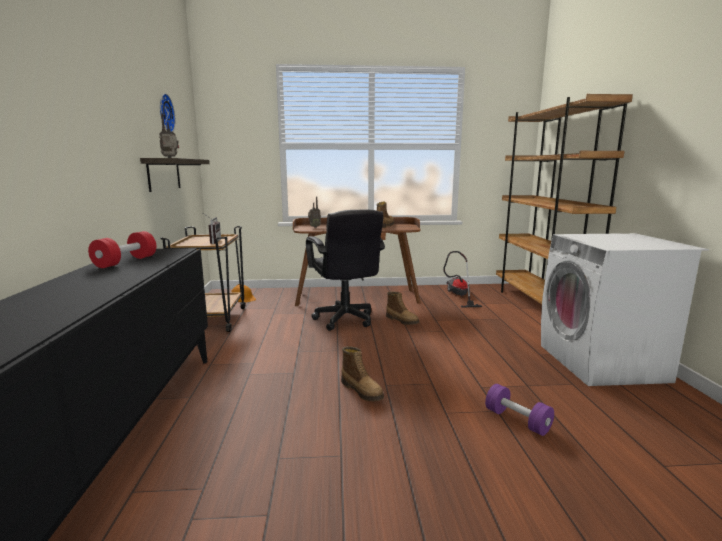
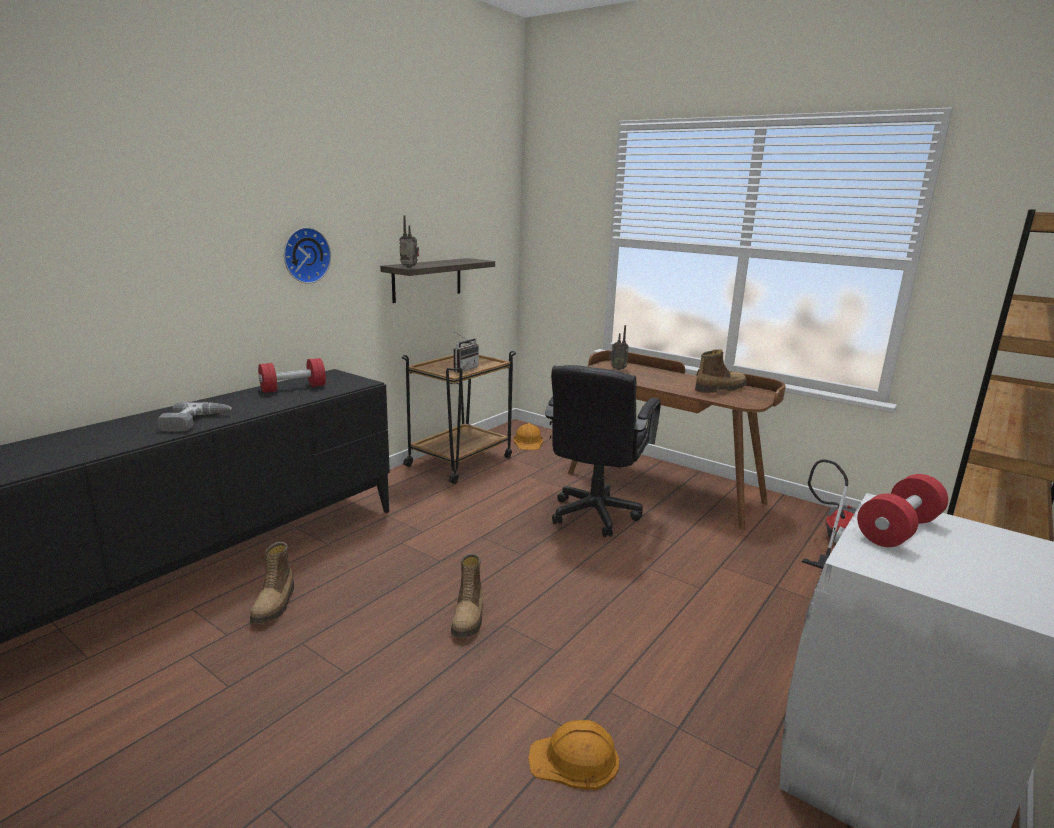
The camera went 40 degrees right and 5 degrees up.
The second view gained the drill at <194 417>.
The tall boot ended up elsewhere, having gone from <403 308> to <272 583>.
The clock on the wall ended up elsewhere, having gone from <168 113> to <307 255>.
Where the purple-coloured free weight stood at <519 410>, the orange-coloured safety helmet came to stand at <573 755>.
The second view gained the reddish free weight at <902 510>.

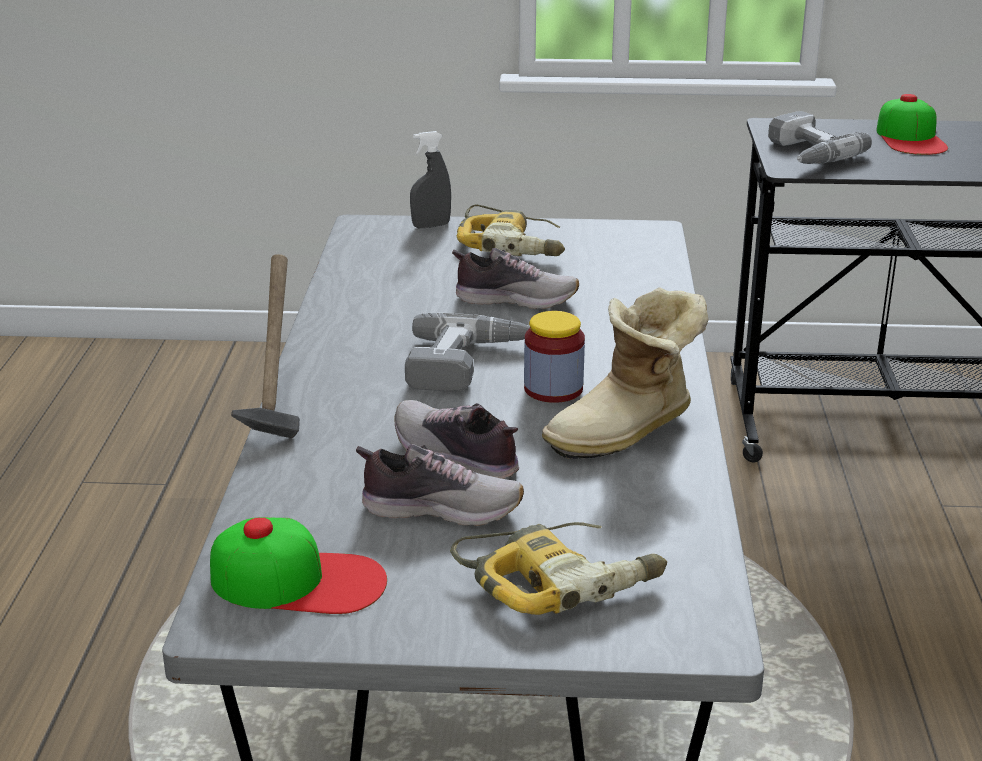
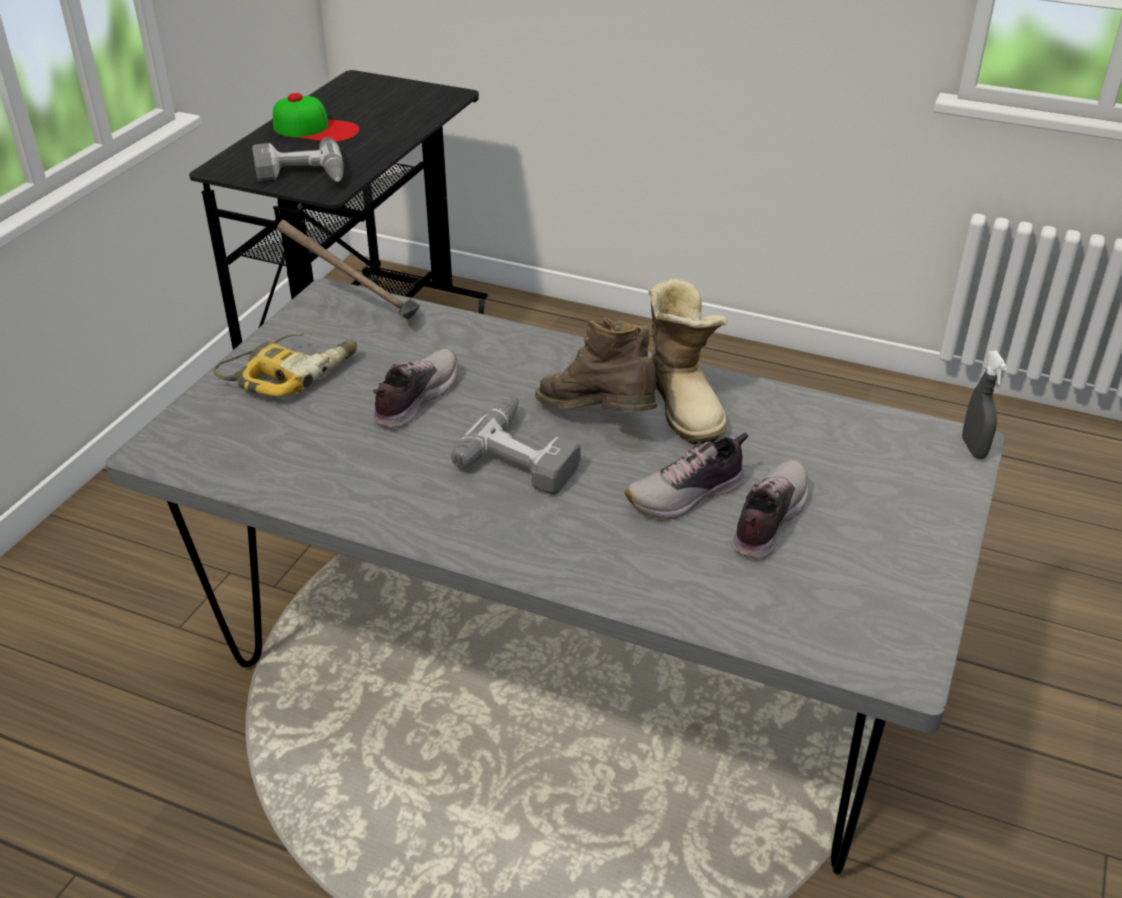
The camera went 70 degrees left and 10 degrees up.
The hand hammer ended up elsewhere, having gone from <265 346> to <348 270>.
Where the storage jar stood at <554 357>, the brown tall boot came to stand at <596 364>.
The greyish sprayer ended up elsewhere, having gone from <430 179> to <984 404>.
The second view lost the cap at <298 565>.
The second view lost the drill at <558 568>.

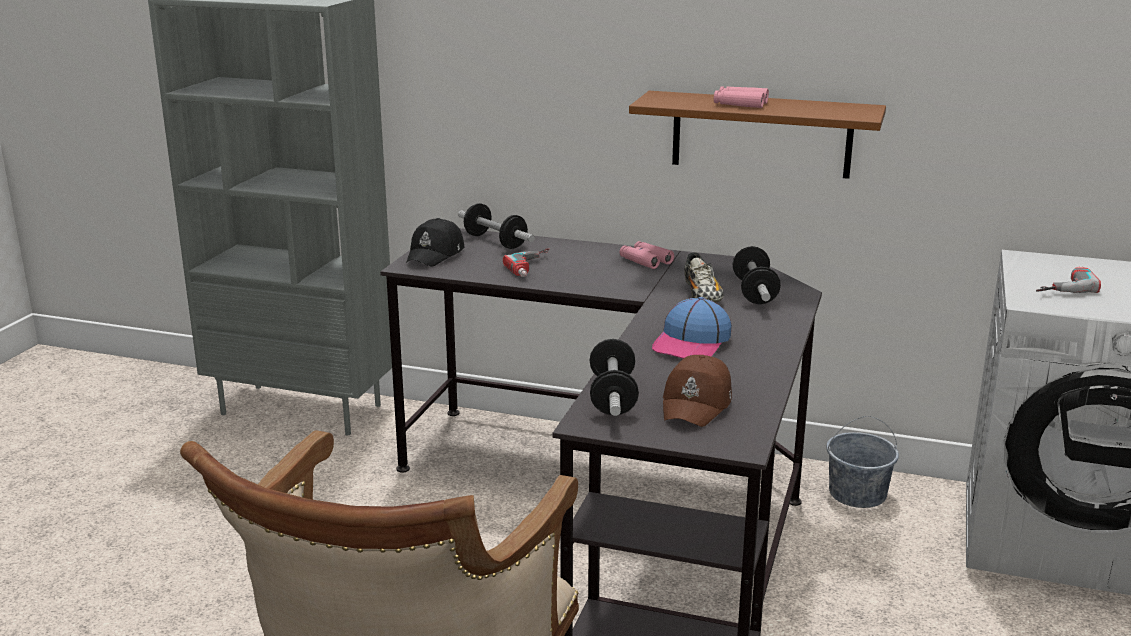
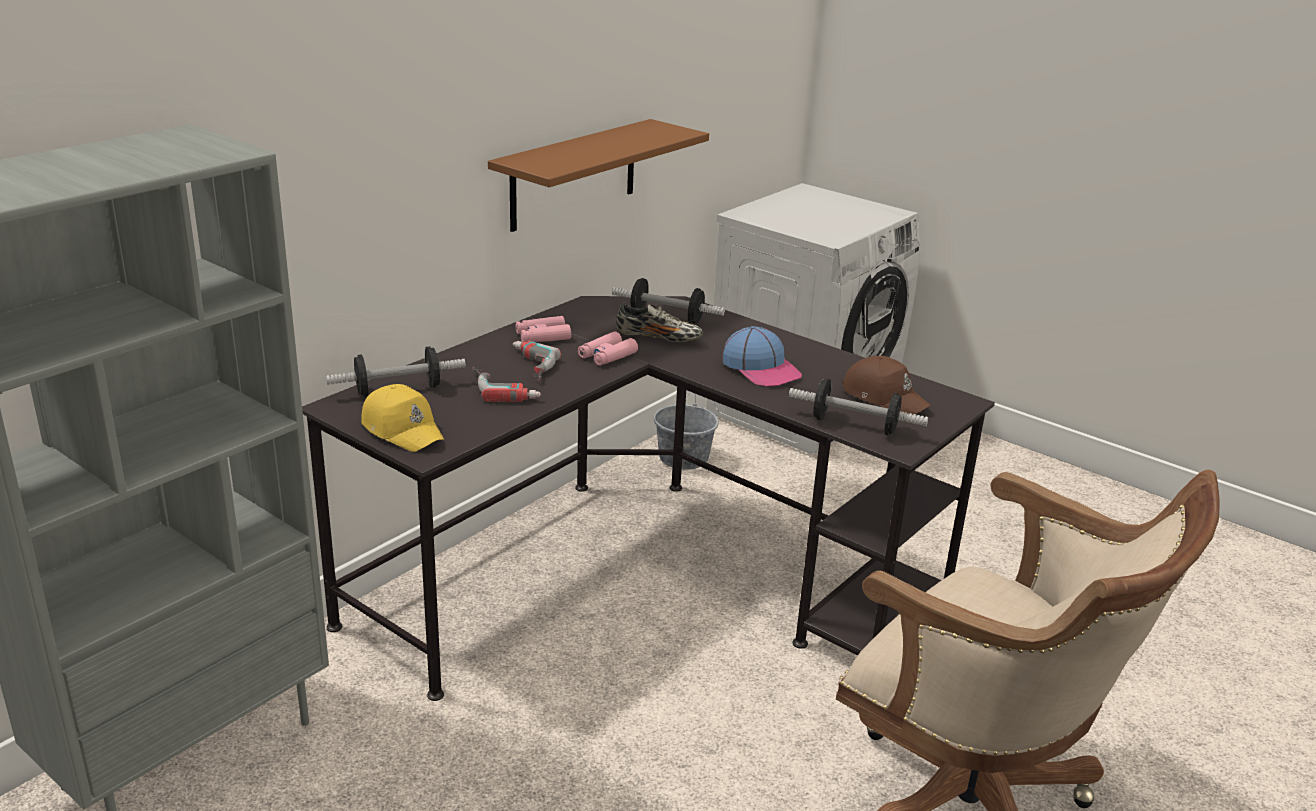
The camera went 70 degrees left and 5 degrees up.
What was the blackish cap at <435 242> turned into the yellow-coloured cap at <403 418>.
The drill ended up elsewhere, having gone from <1068 279> to <537 361>.
The pinkish binoculars ended up elsewhere, having gone from <741 97> to <608 348>.

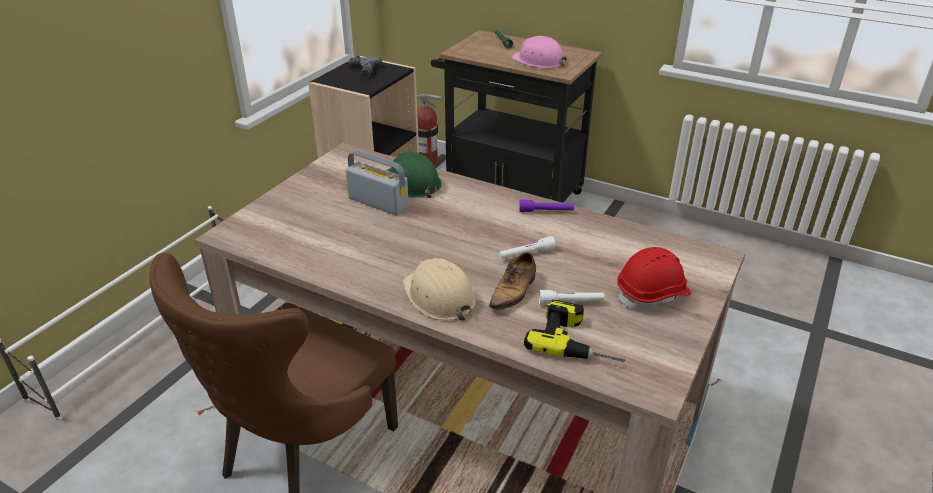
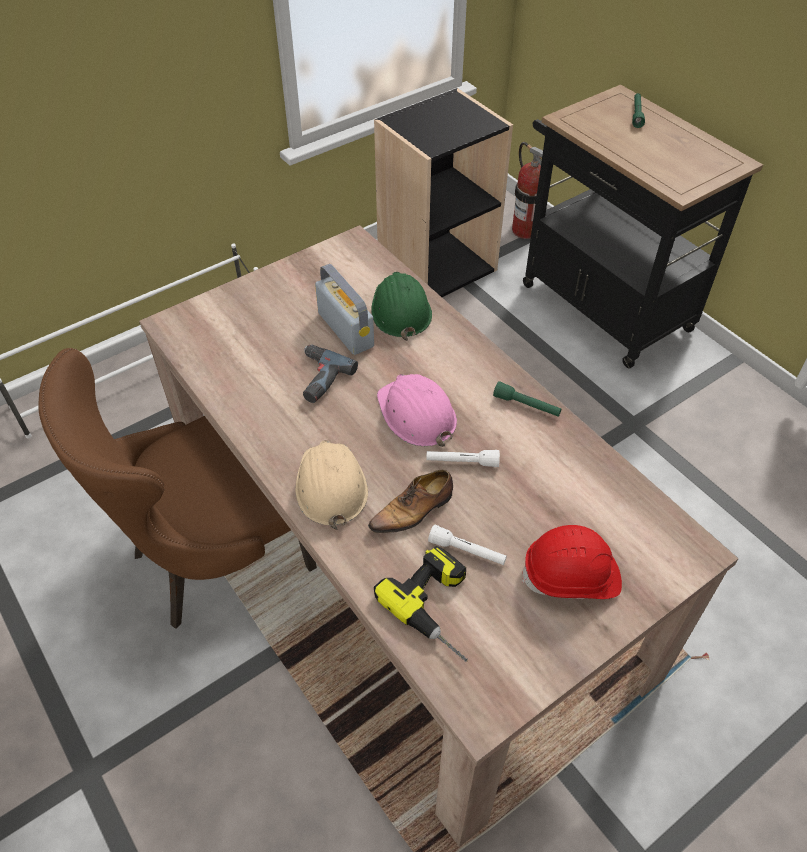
The camera went 25 degrees right and 15 degrees up.
The drill ended up elsewhere, having gone from <365 67> to <330 373>.
The pinkish safety helmet ended up elsewhere, having gone from <539 52> to <417 410>.
What was the purple-coloured torch at <546 205> turned into the green torch at <527 399>.

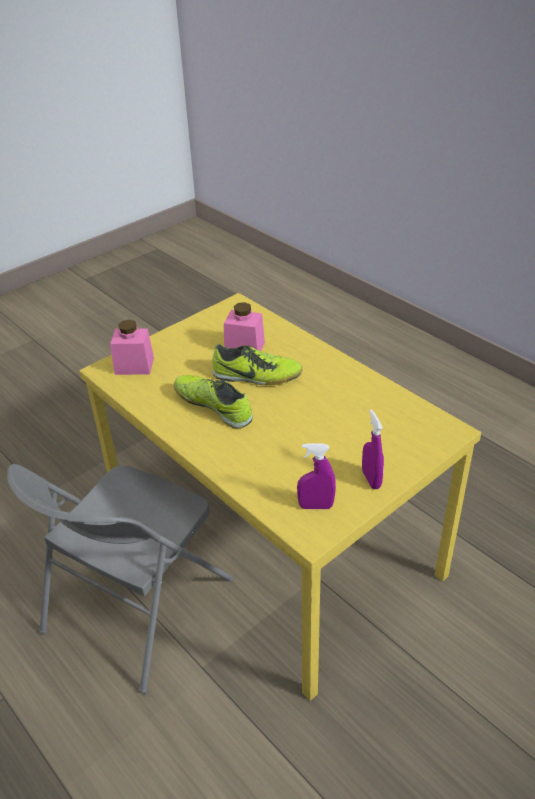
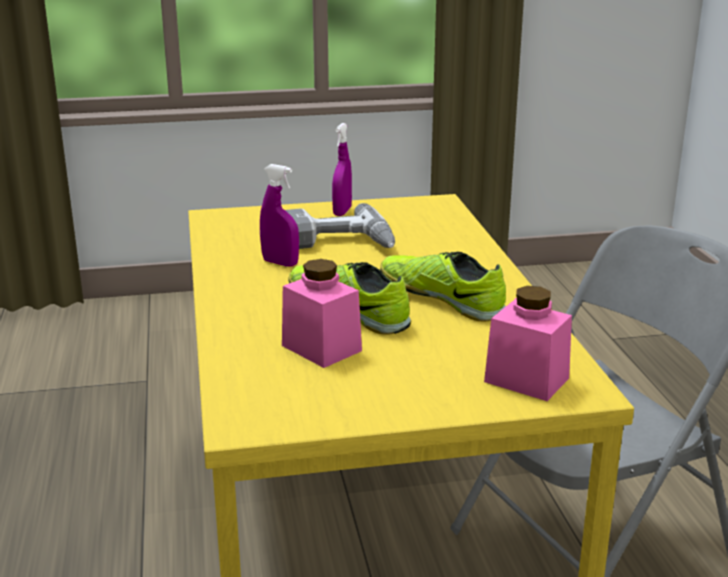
The camera went 150 degrees left and 15 degrees down.
The purple-coloured sprayer ended up elsewhere, having gone from <316 476> to <279 215>.
The second view gained the drill at <340 226>.
The item of footwear at <213 401> ended up facing another way, 150 degrees clockwise from before.

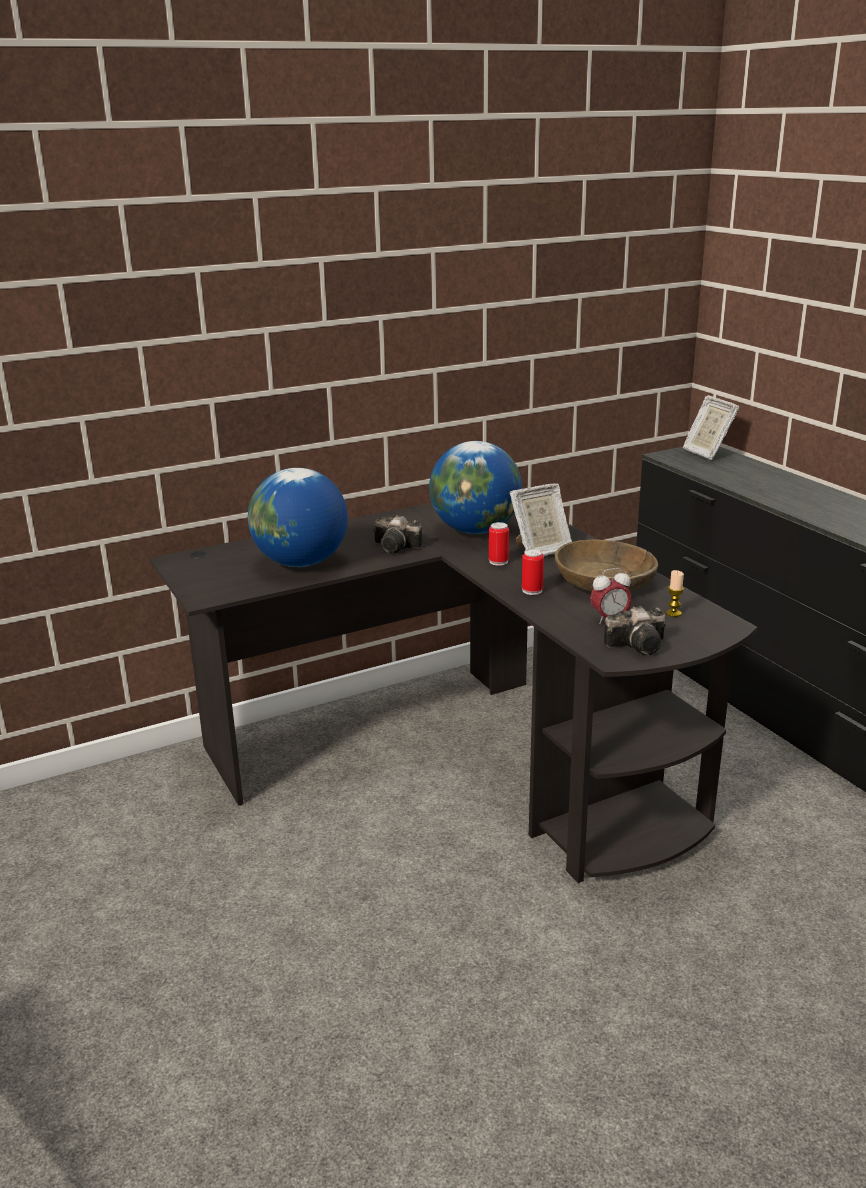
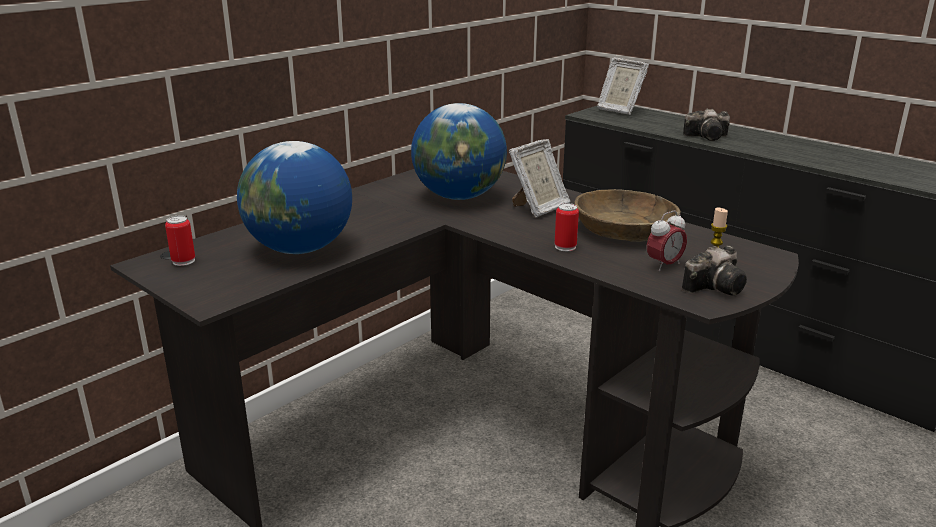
The camera went 20 degrees left and 0 degrees up.
The sealed can ended up elsewhere, having gone from <499 544> to <180 241>.
The photo camera ended up elsewhere, having gone from <397 534> to <706 124>.

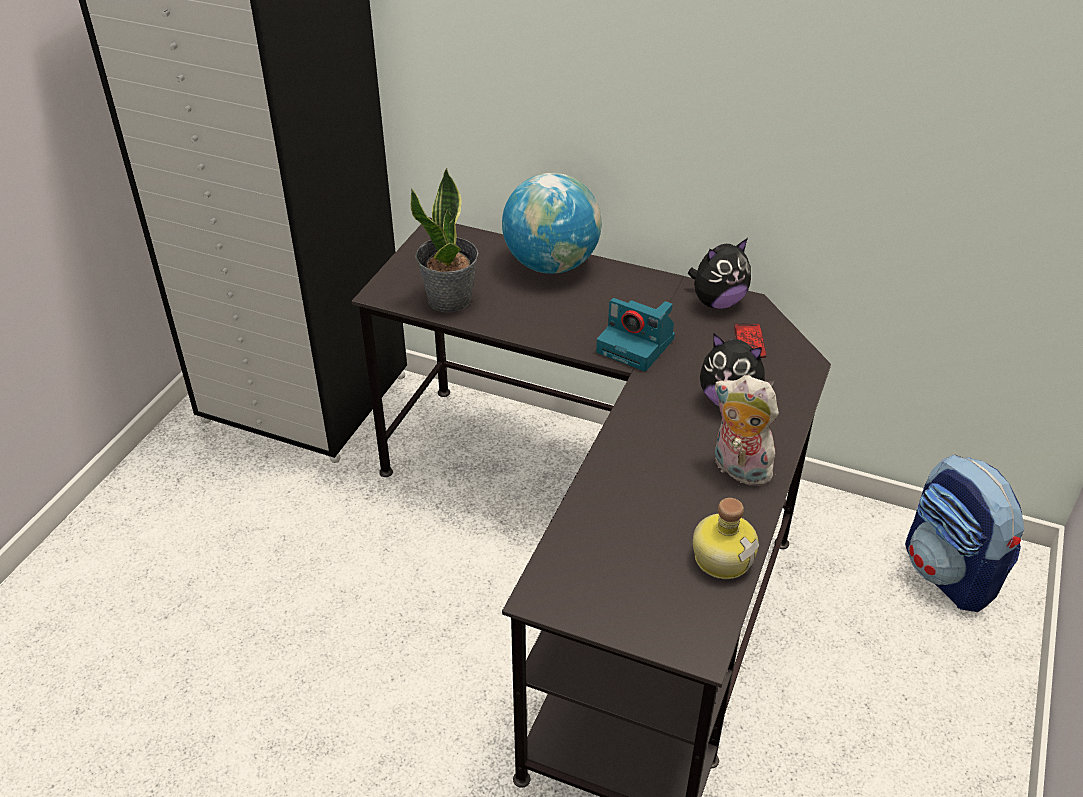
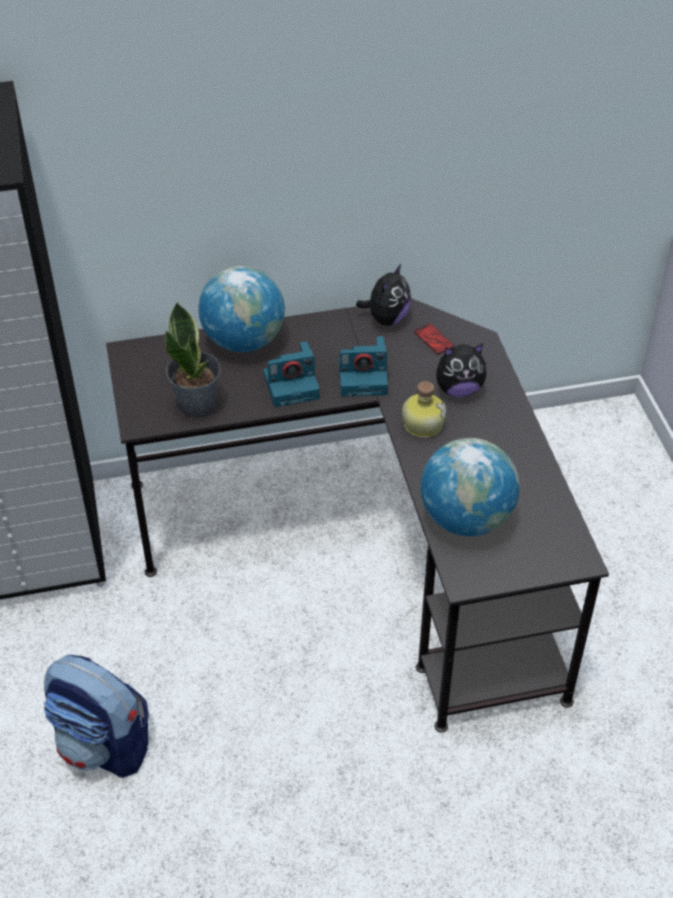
The camera went 35 degrees left and 5 degrees up.
The backpack ended up elsewhere, having gone from <964 533> to <96 716>.
The second view gained the photo camera at <291 374>.
The bottle ended up elsewhere, having gone from <726 538> to <424 409>.
The second view gained the globe at <470 487>.
The second view lost the soft toy at <746 430>.

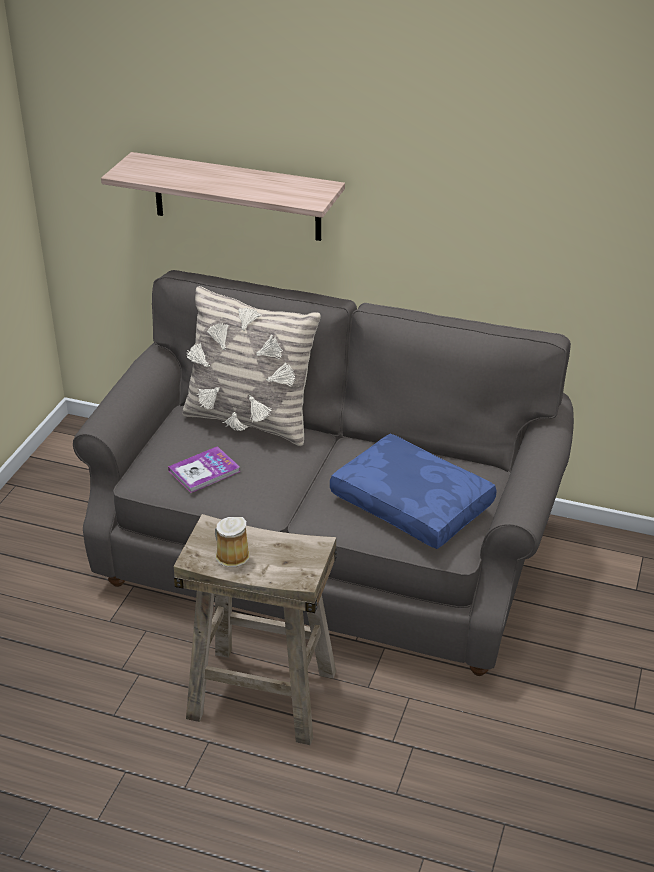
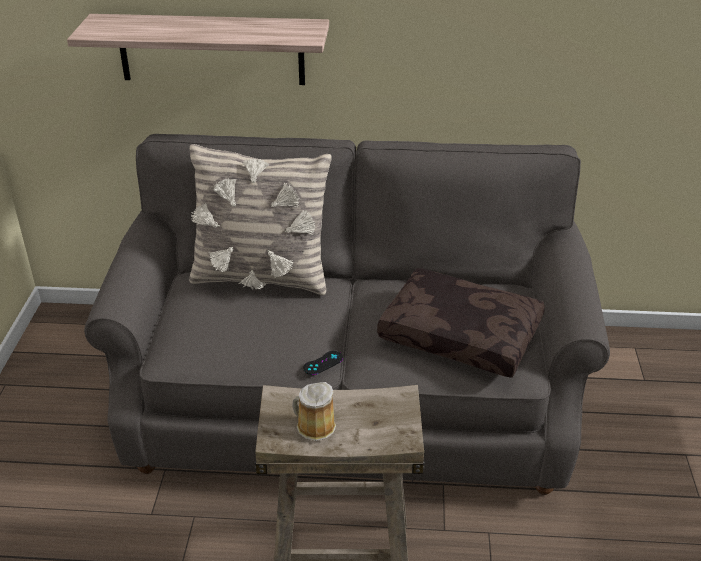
The camera went 15 degrees left and 0 degrees up.
The second view gained the blackish joypad at <323 363>.
What was the blue-coloured cushion at <413 491> turned into the brown cushion at <461 323>.
The second view lost the book at <204 469>.

